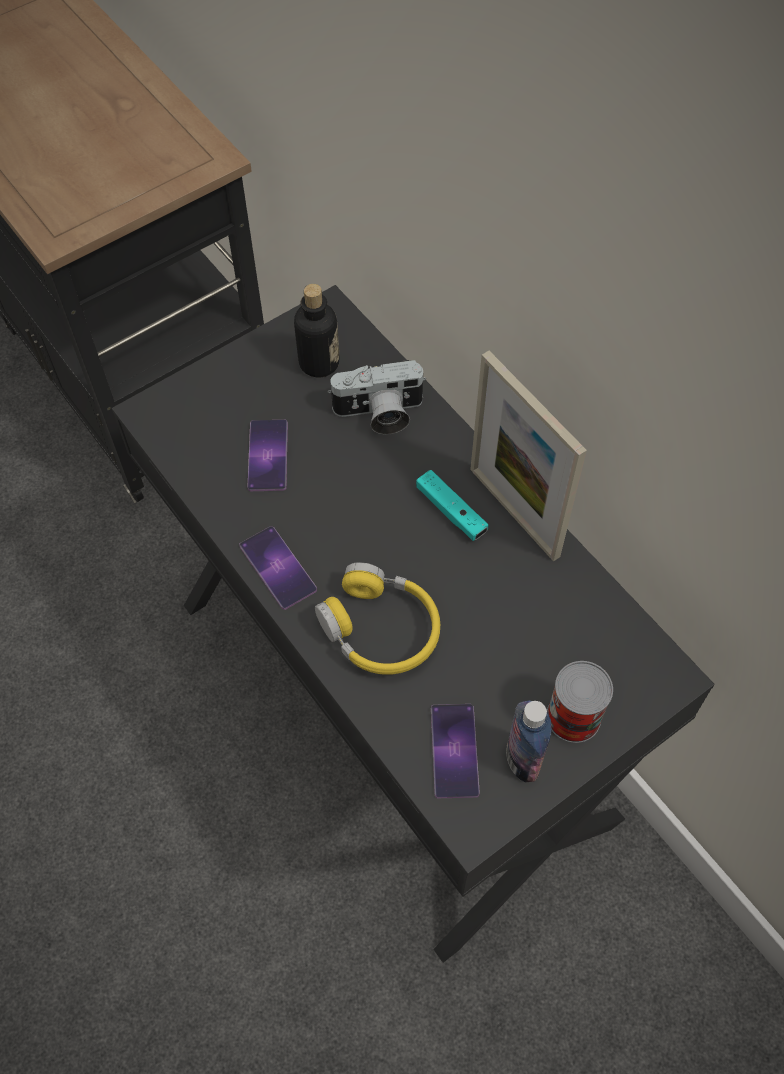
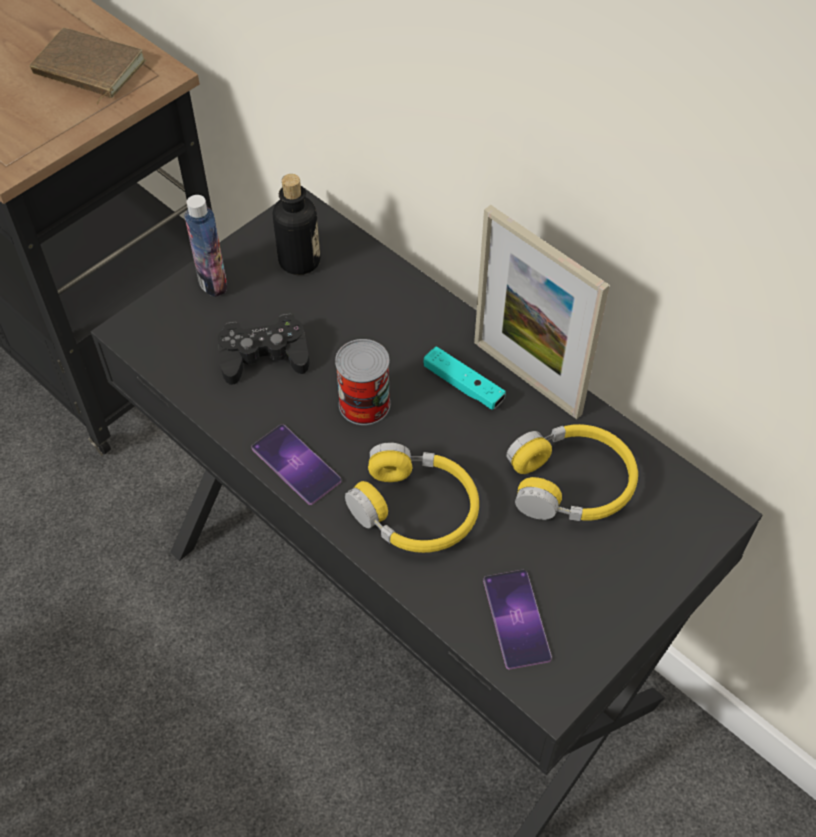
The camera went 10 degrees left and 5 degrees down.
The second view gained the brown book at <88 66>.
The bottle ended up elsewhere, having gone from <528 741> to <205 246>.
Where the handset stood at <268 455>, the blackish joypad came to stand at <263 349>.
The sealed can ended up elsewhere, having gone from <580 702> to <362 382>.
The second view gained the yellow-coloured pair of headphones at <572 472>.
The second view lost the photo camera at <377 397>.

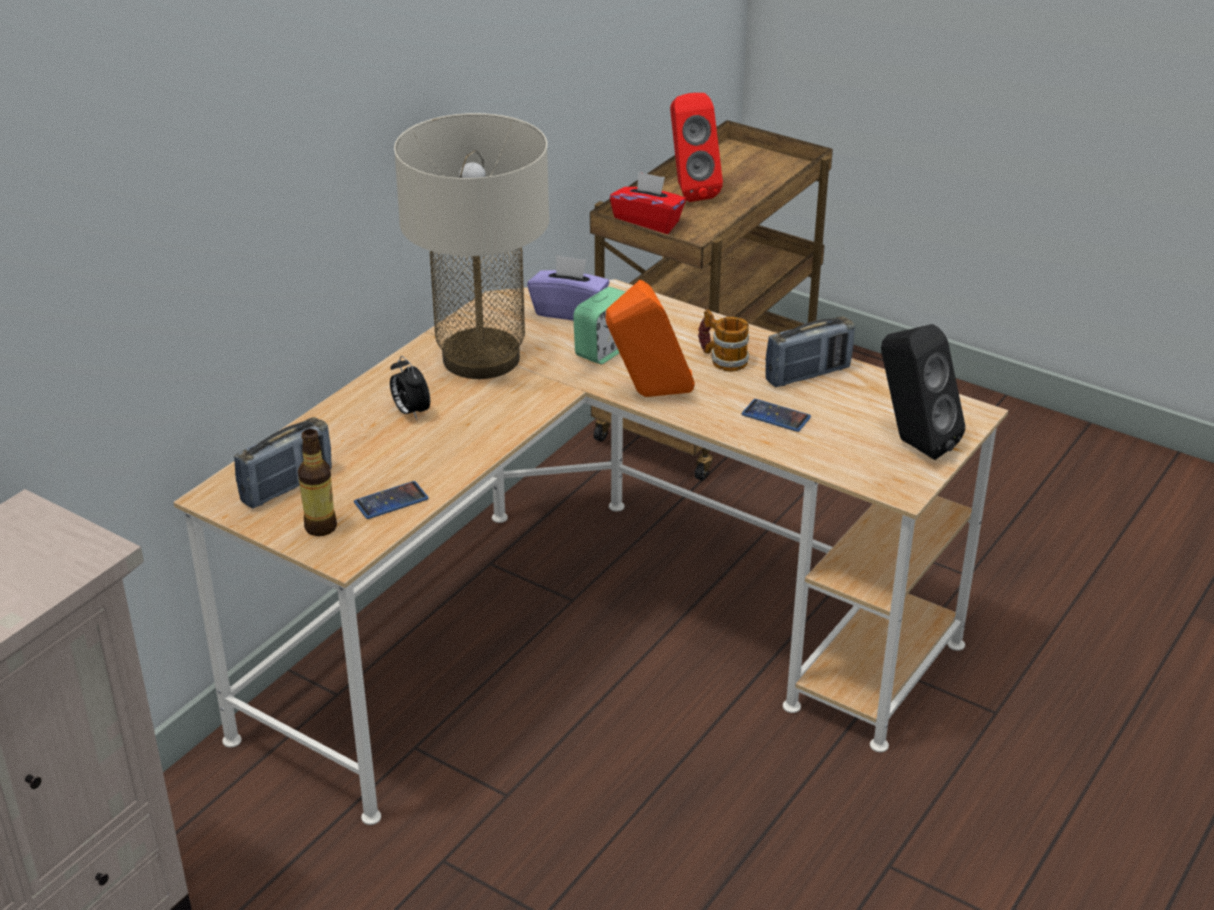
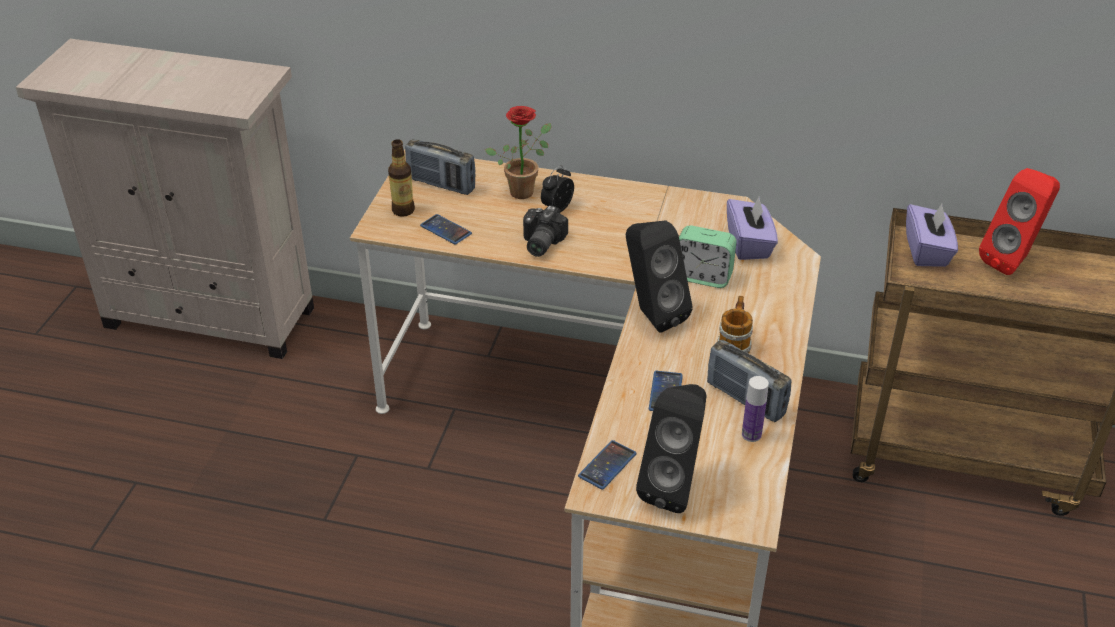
The camera went 70 degrees right and 5 degrees up.
The second view gained the potted plant at <518 152>.
The second view gained the photo camera at <545 231>.
The second view gained the handset at <607 465>.
What was the orange-coloured loudspeaker at <650 338> turned into the blackish loudspeaker at <659 276>.
The second view gained the bottle at <755 409>.
What was the reddish box of tissues at <648 202> turned into the purple-coloured box of tissues at <932 235>.
The second view lost the tabletop lamp at <471 246>.

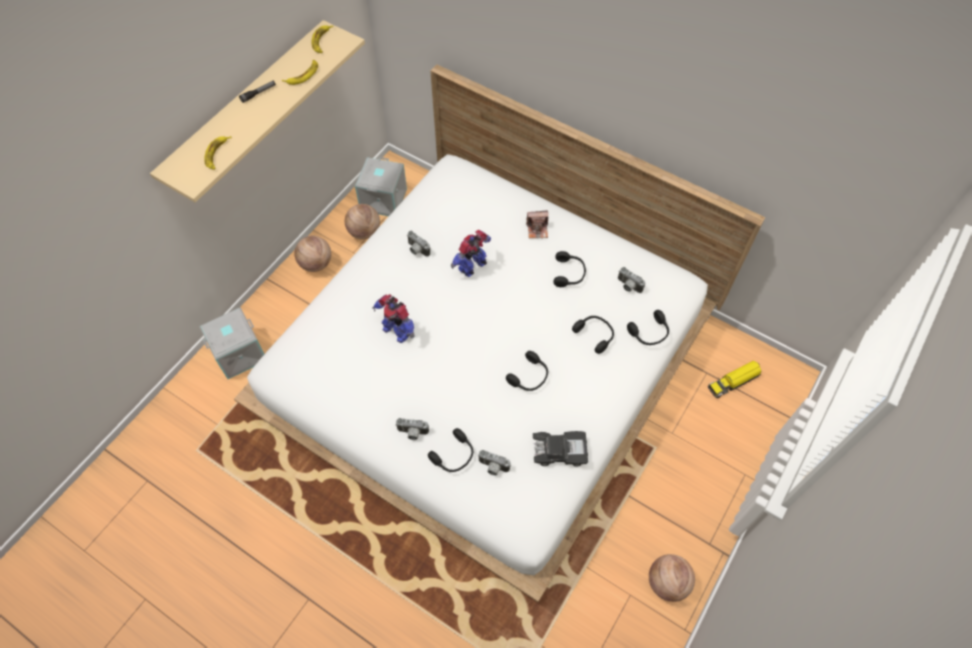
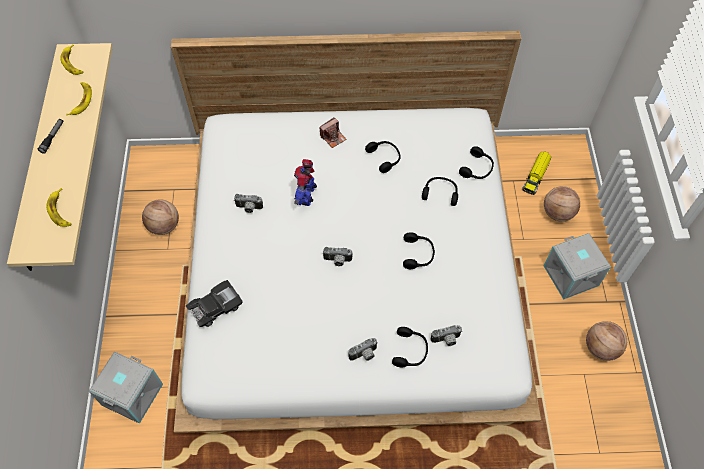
The camera went 35 degrees left and 0 degrees up.
The blackish model car ended up elsewhere, having gone from <560 448> to <214 303>.
The photo camera ended up elsewhere, having gone from <631 280> to <338 256>.
The basketball ended up elsewhere, having gone from <312 254> to <562 204>.
The greyish storage bin ended up elsewhere, having gone from <381 186> to <577 266>.
The second view lost the robot figure at <393 318>.

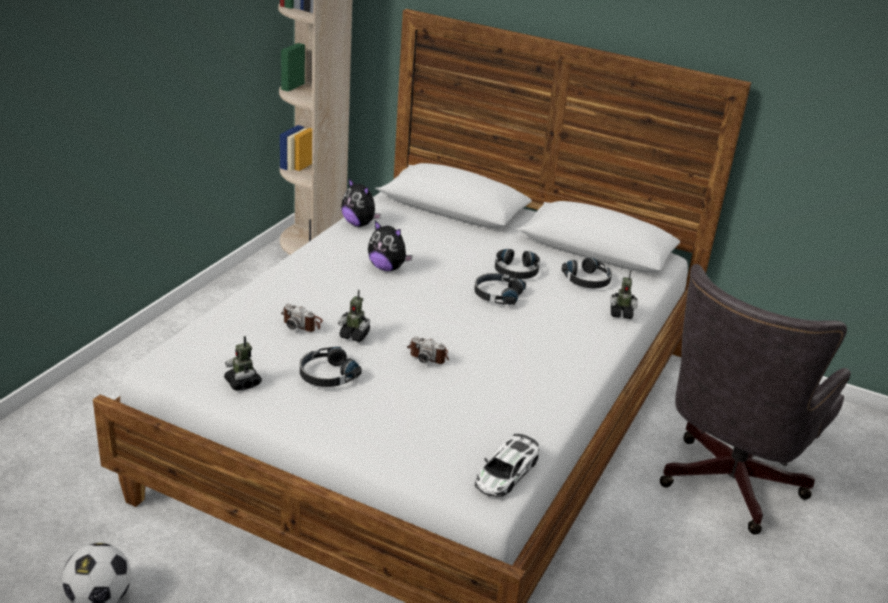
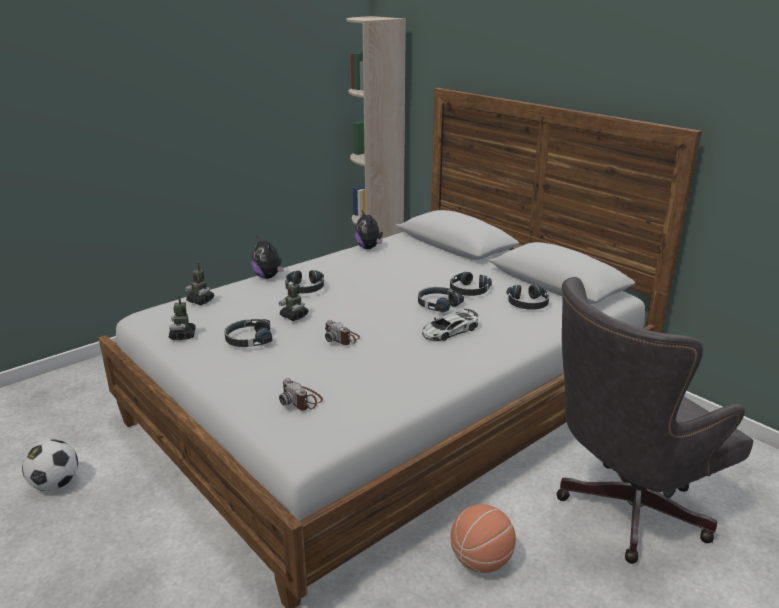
The camera went 25 degrees right and 5 degrees down.
The robot figure ended up elsewhere, having gone from <624 295> to <199 284>.
The soft toy ended up elsewhere, having gone from <390 246> to <267 257>.
The photo camera ended up elsewhere, having gone from <302 318> to <301 394>.
The second view gained the blackish pair of headphones at <304 281>.
The model car ended up elsewhere, having gone from <507 465> to <450 325>.
The second view gained the basketball at <483 538>.

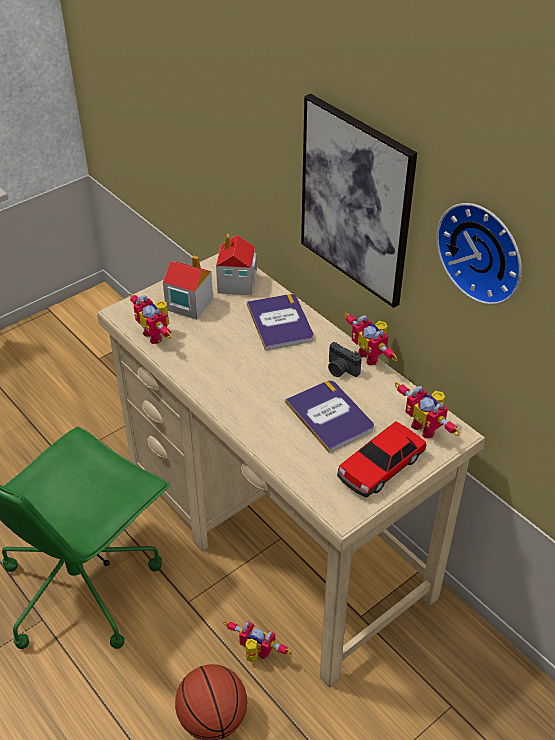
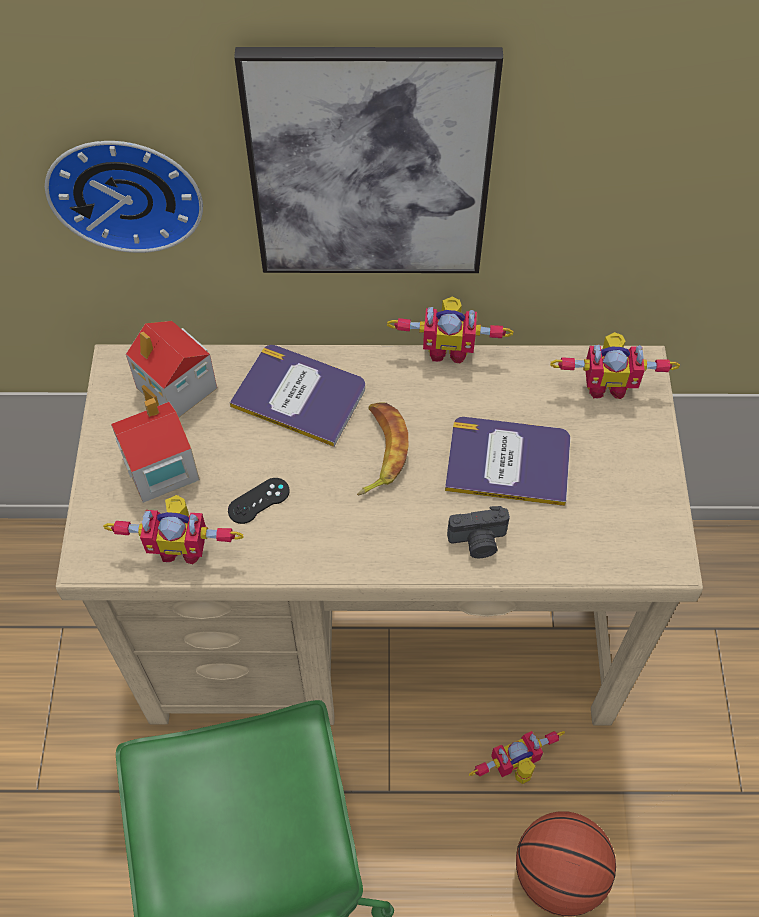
The camera went 50 degrees left and 15 degrees up.
The clock on the wall ended up elsewhere, having gone from <479 254> to <124 197>.
The second view gained the blackish joypad at <259 501>.
The second view gained the banana at <383 449>.
The photo camera ended up elsewhere, having gone from <345 359> to <478 532>.
The second view lost the model car at <381 459>.

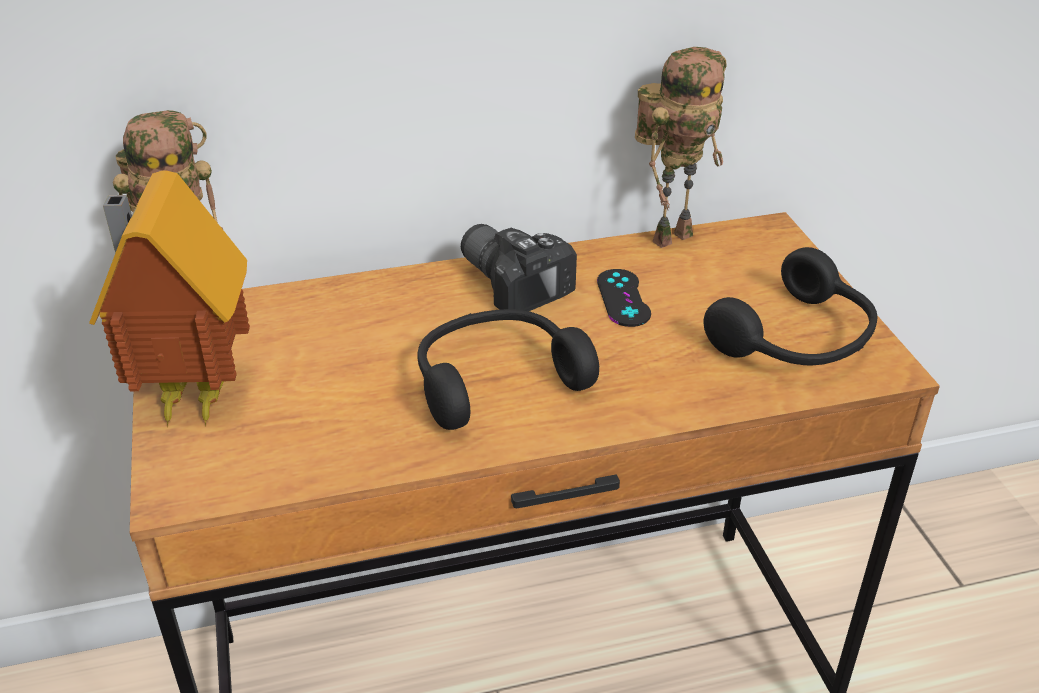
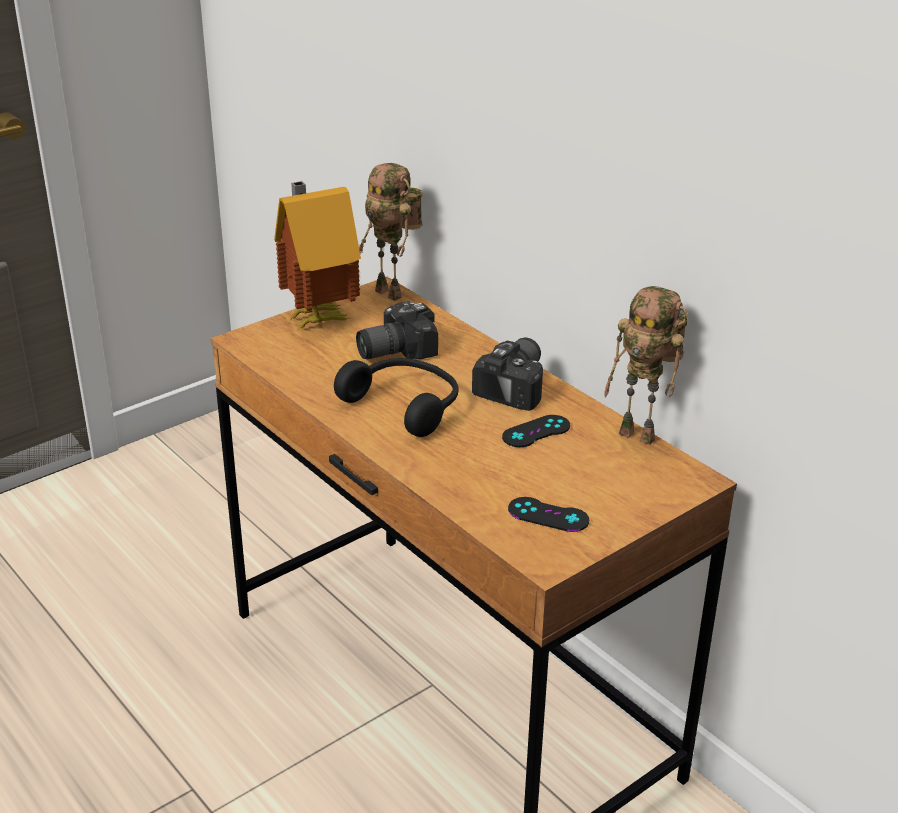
The camera went 65 degrees right and 5 degrees down.
The second view gained the photo camera at <397 330>.
Where the blackish pair of headphones stood at <790 306>, the blackish joypad came to stand at <548 514>.

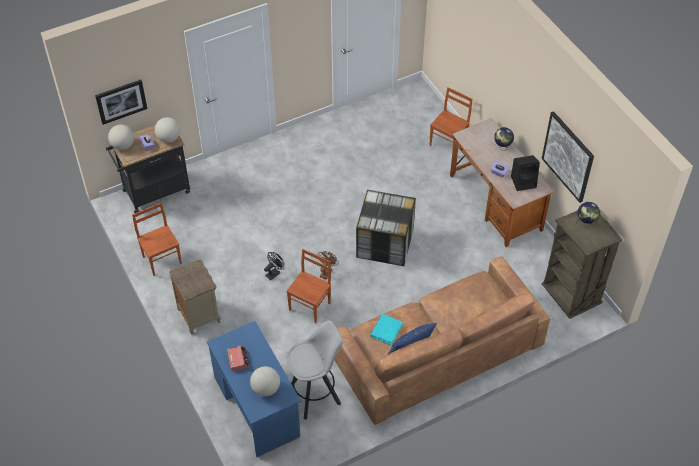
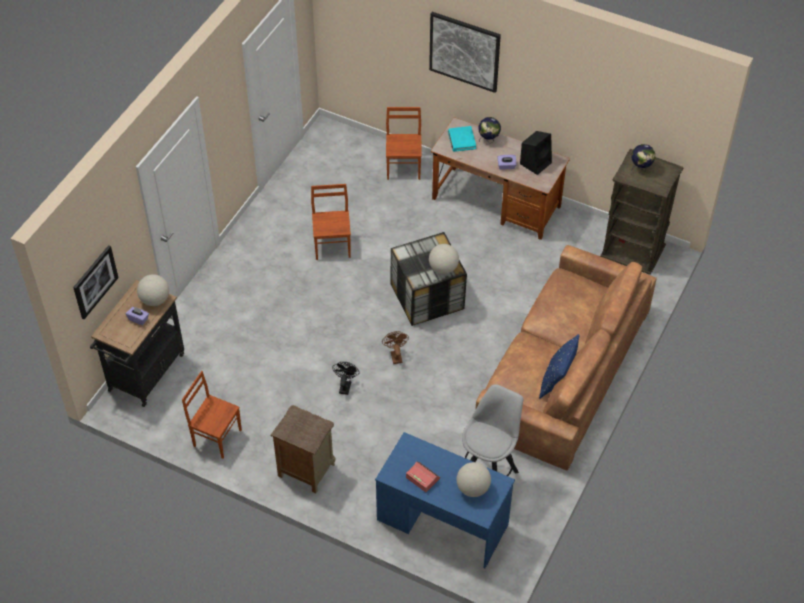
The camera went 35 degrees left and 0 degrees up.
The brown chair ended up elsewhere, having gone from <308 286> to <331 222>.
The picture ended up elsewhere, having gone from <568 157> to <465 52>.
The globe ended up elsewhere, having gone from <121 137> to <444 259>.
The blue-green book ended up elsewhere, having gone from <386 329> to <462 139>.

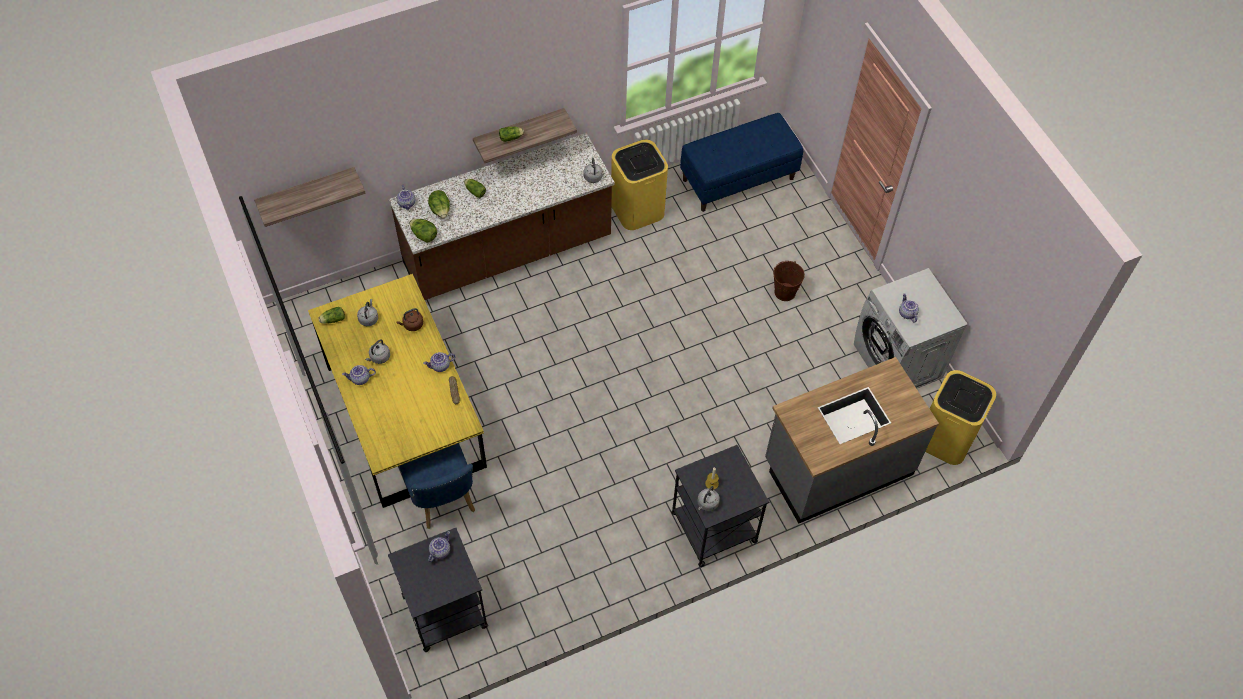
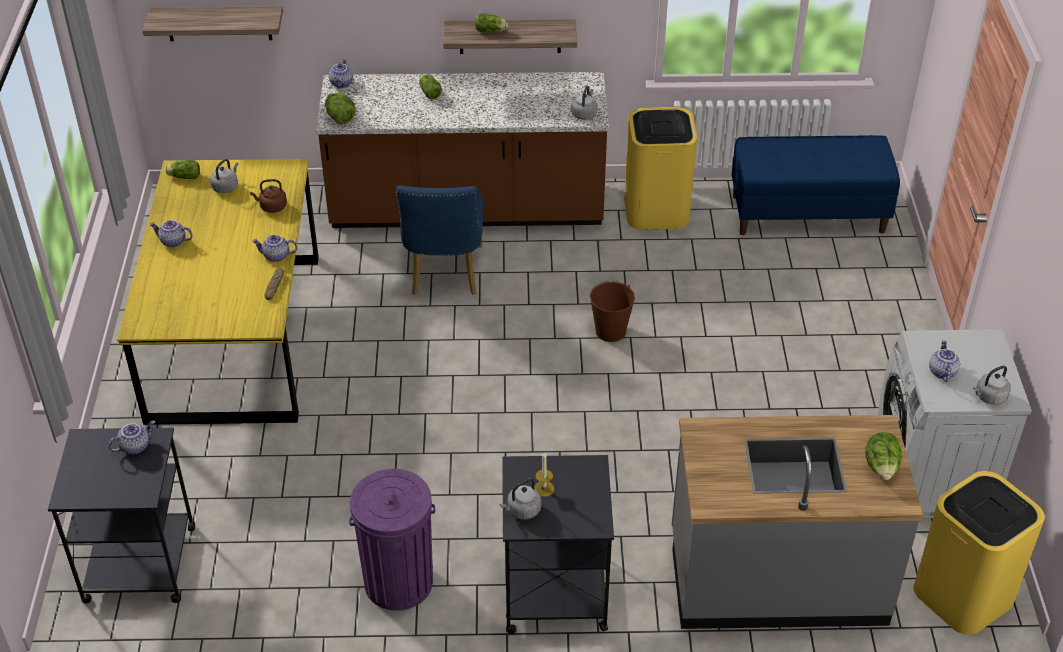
The camera went 25 degrees right and 15 degrees down.
The second view gained the purple-coloured trash can at <392 540>.
The blue-coloured chair ended up elsewhere, having gone from <437 486> to <440 240>.
The brown water bucket ended up elsewhere, having gone from <789 281> to <612 311>.
The head of lettuce ended up elsewhere, having gone from <439 204> to <883 456>.
The greyish tea kettle ended up elsewhere, having gone from <377 351> to <992 385>.

